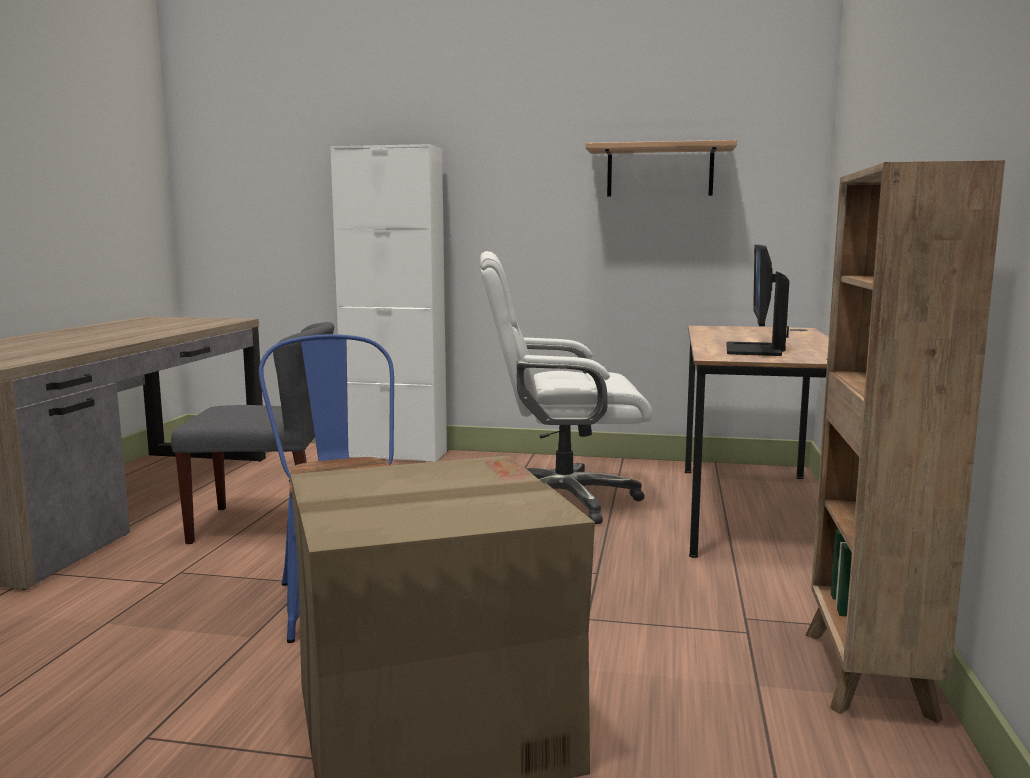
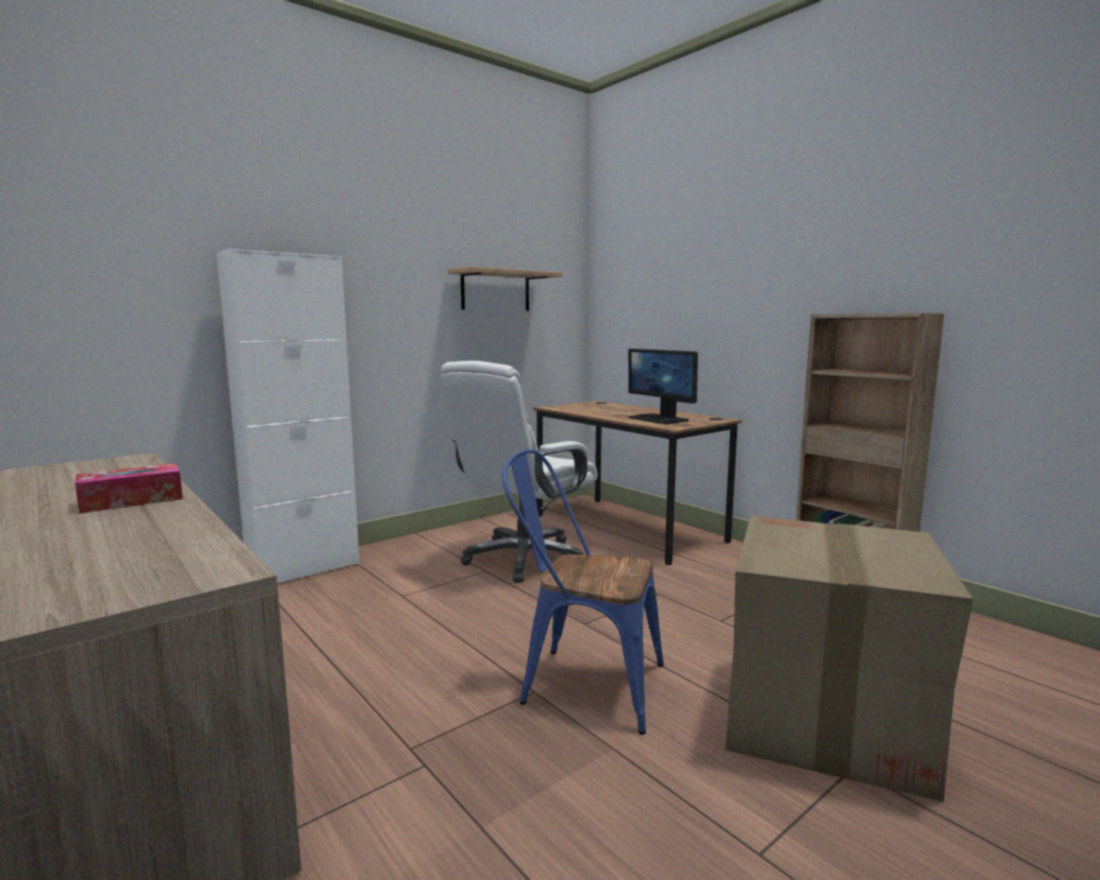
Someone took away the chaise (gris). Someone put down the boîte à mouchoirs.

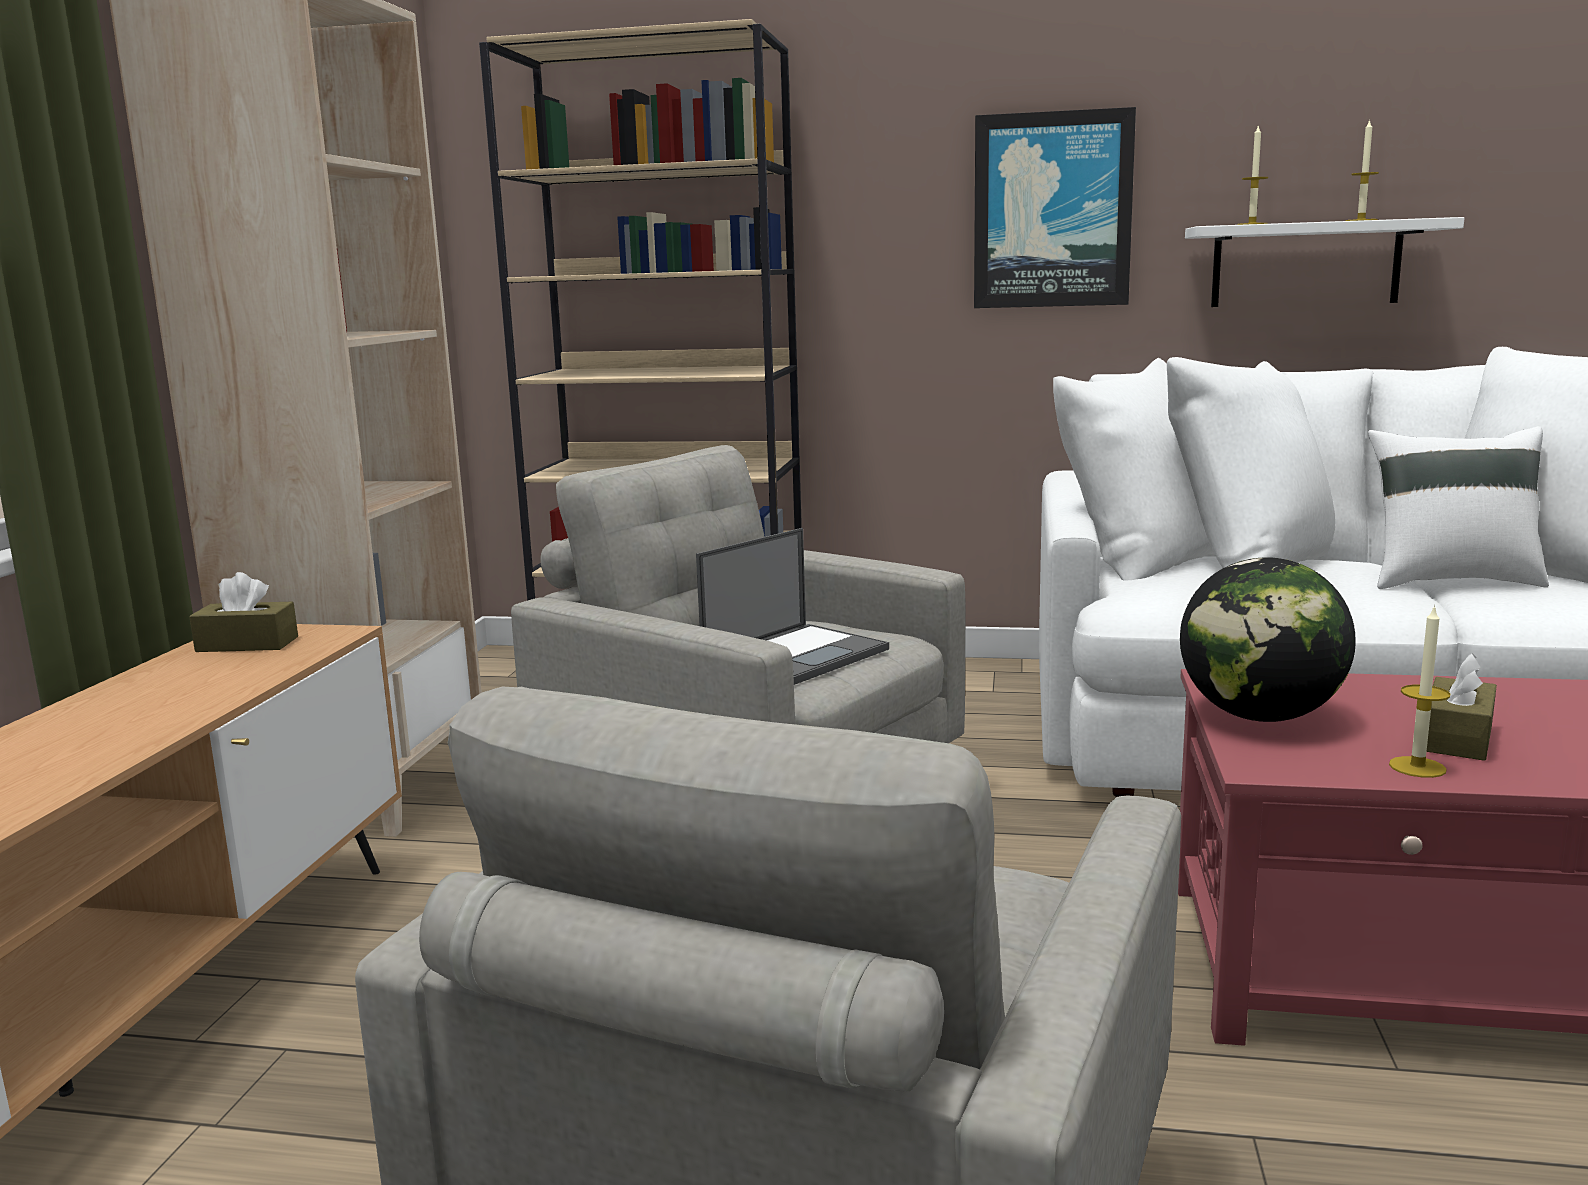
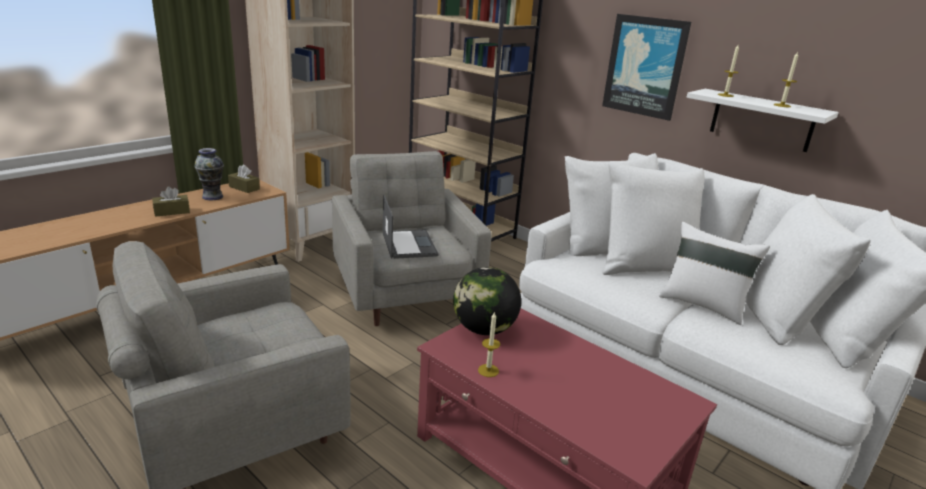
Someone rotated the ordinateur portable by 90 degrees counterclockwise. Someone carried the boîte à mouchoirs (marron) (2nd from left in the first image). Someone put down the vase.

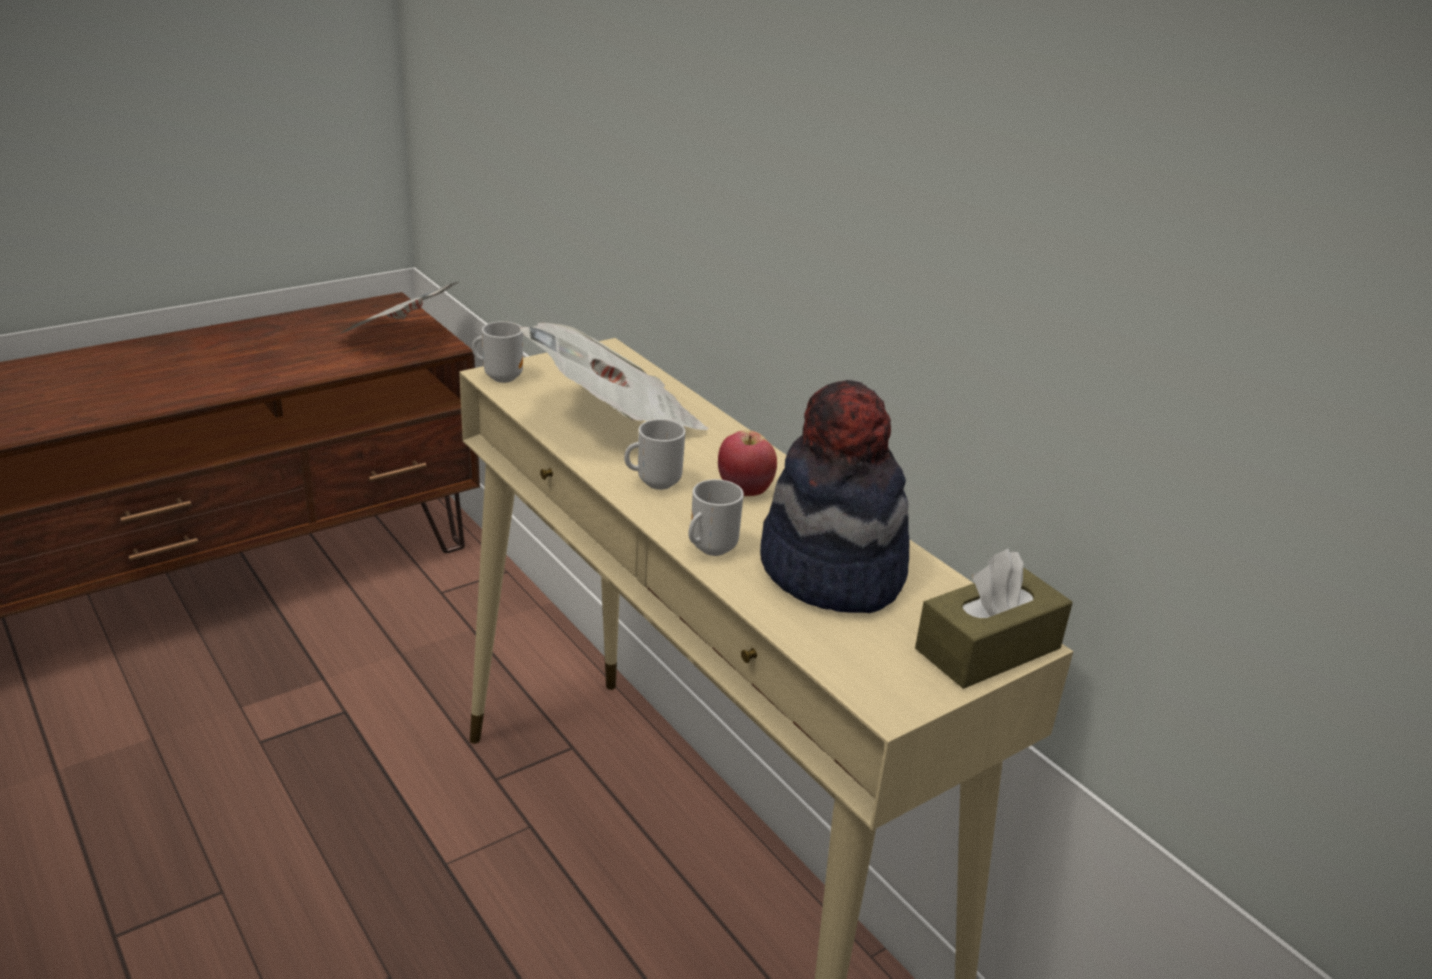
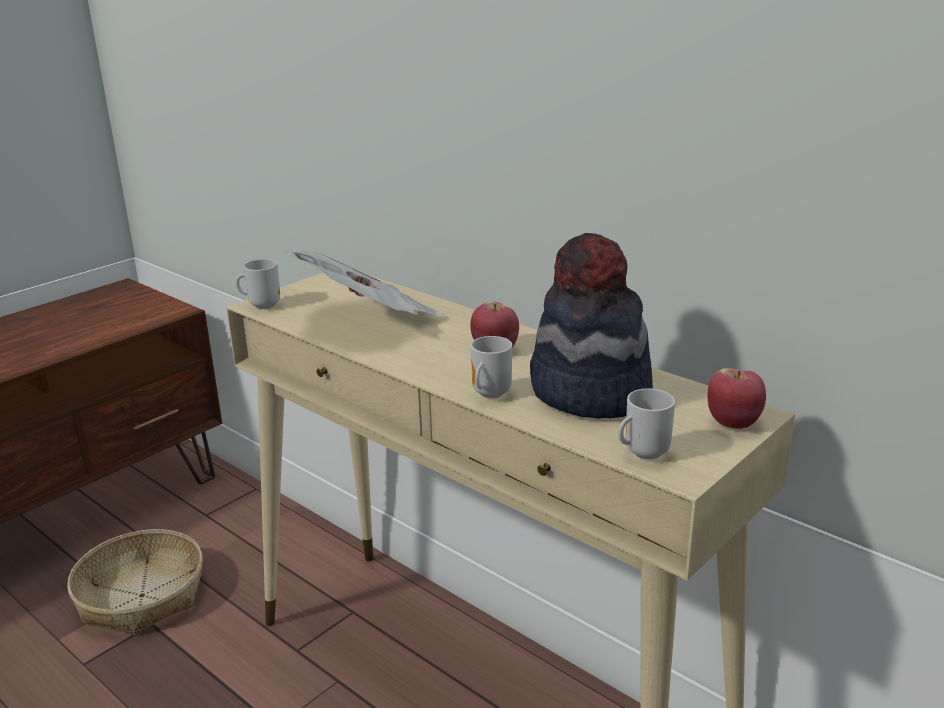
Someone took away the journal (1st from left). Someone carried the mug (2nd from left in the first image). Someone swapped the boîte à mouchoirs (marron) for the pomme (2nd from left). Someone put down the panier.

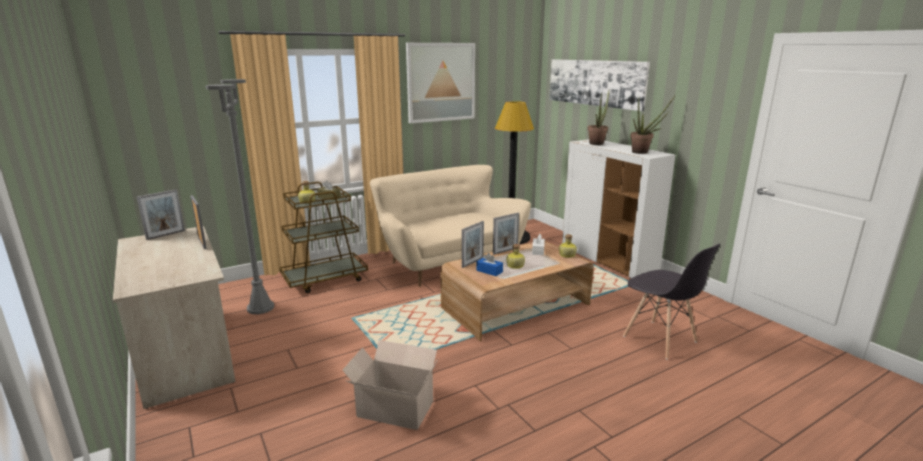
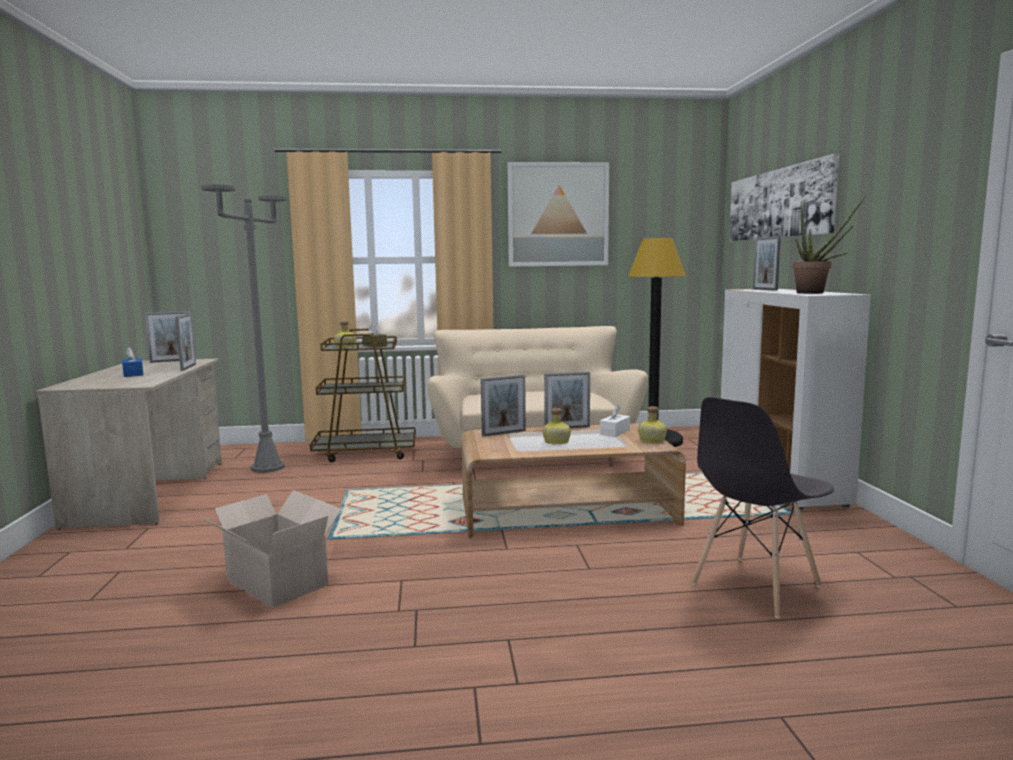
Someone swapped the plante en pot (1st from left) for the cadre photo (5th from left). Someone rotated the chaise (gris) by 60 degrees clockwise. Someone carried the boîte à mouchoirs (bleu).

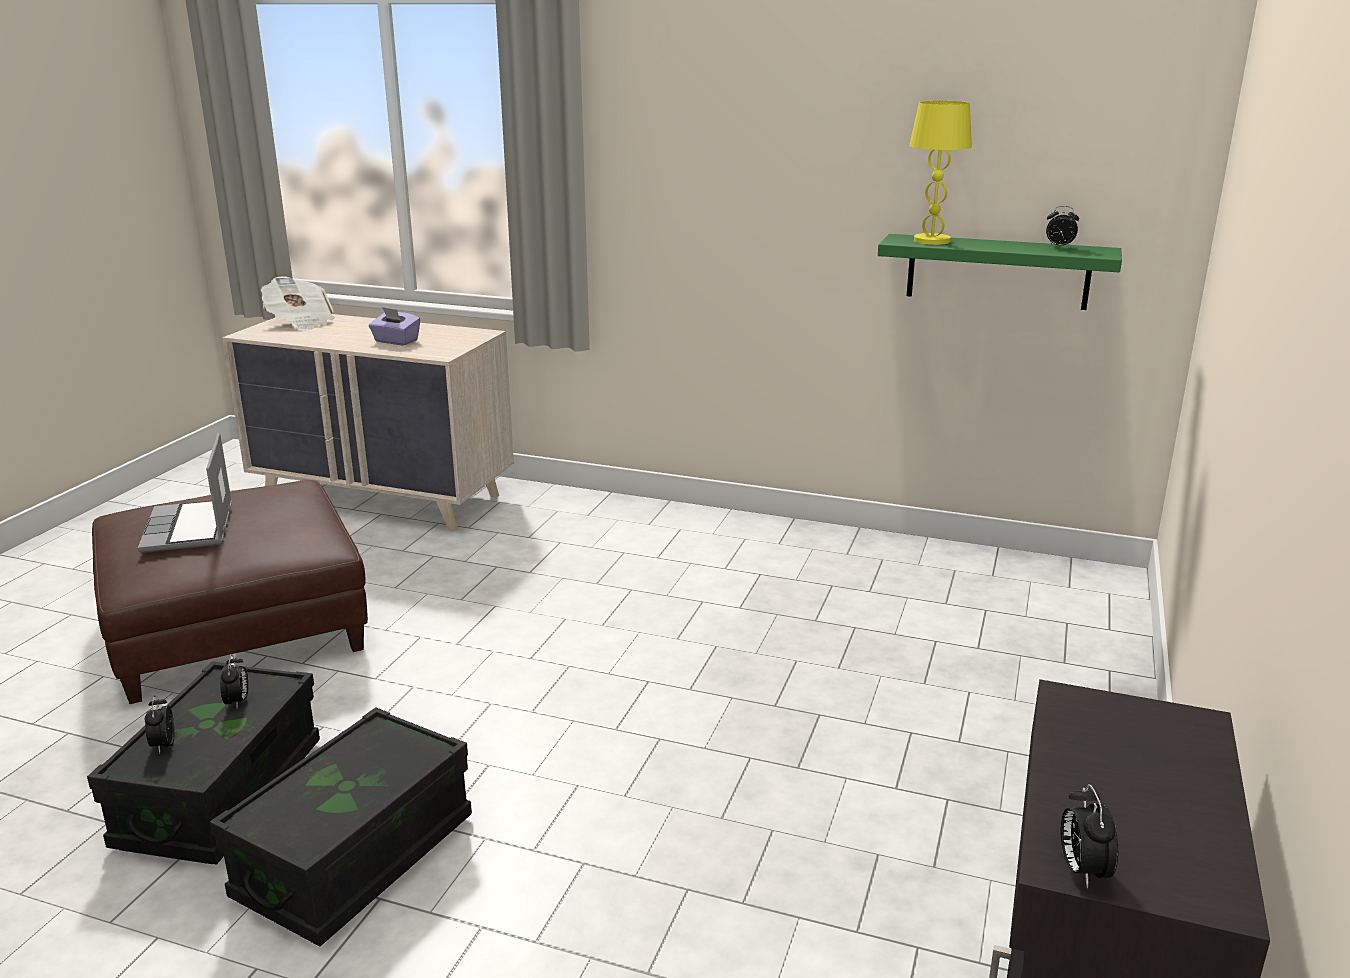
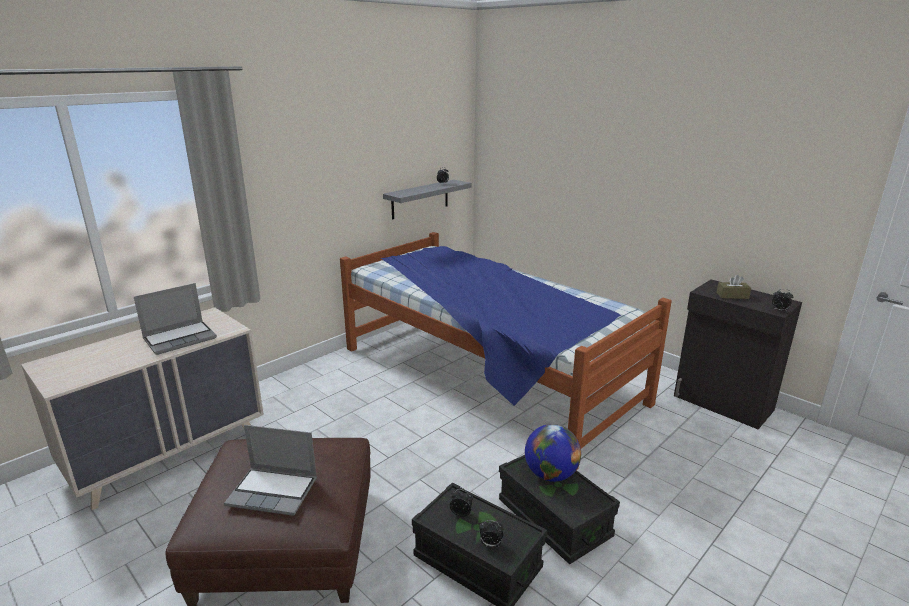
Someone took away the lampe de table (jaune). Someone repainted the étagère (vert), which became the étagère (gris). Someone took away the journal. Someone swapped the boîte à mouchoirs (violet) for the ordinateur portable (1st from left). Someone put down the lit. Someone put down the boîte à mouchoirs (marron). Someone put down the globe.

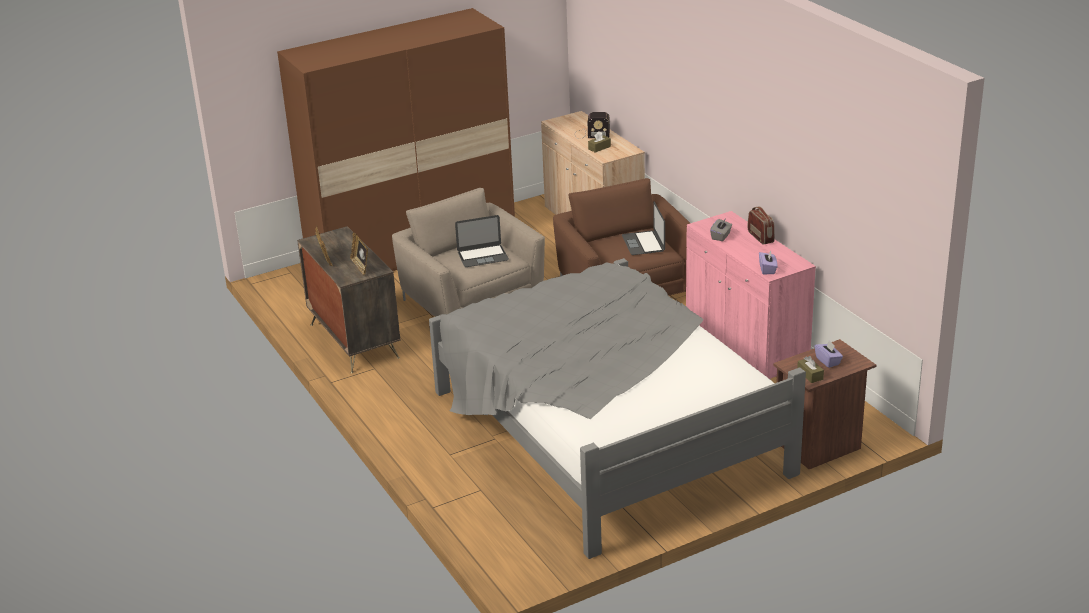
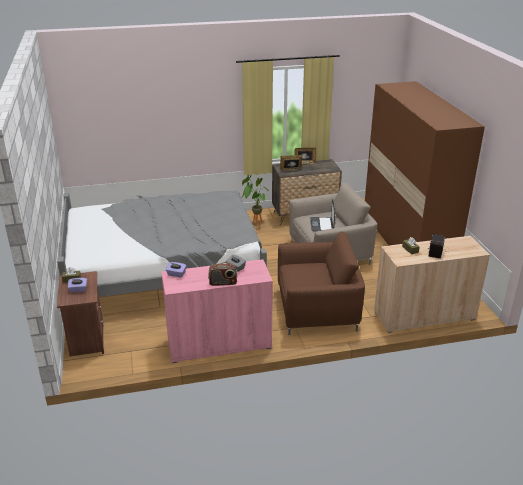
Someone took away the ordinateur portable (2nd from left). Someone put down the plante en pot.

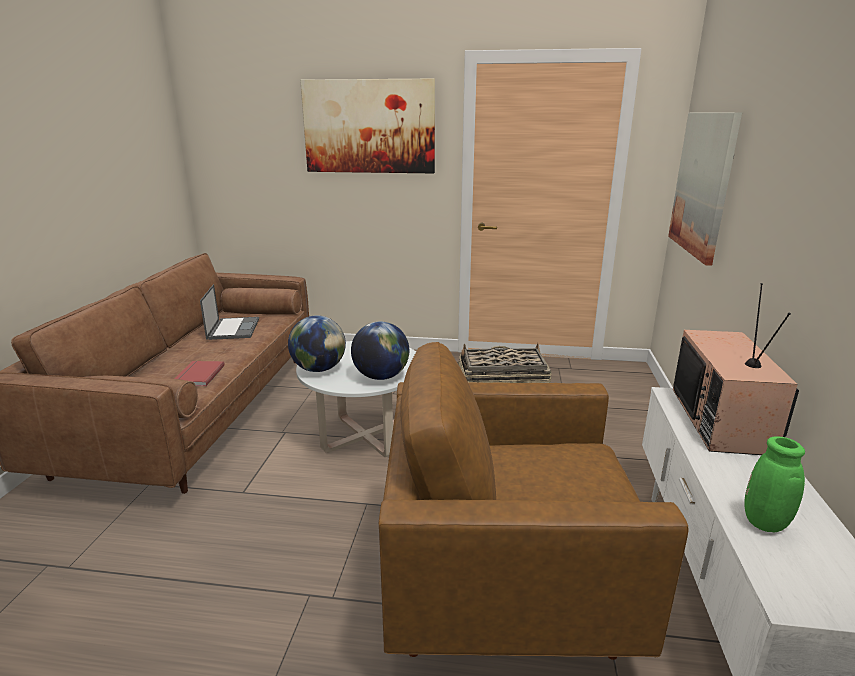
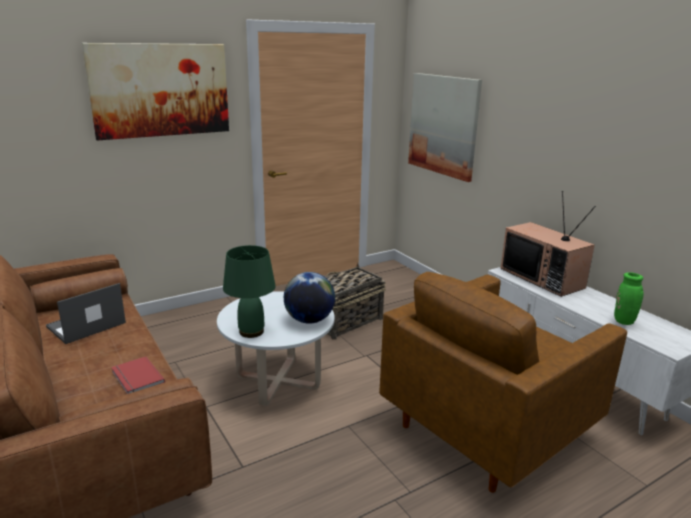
Someone rotated the ordinateur portable by 90 degrees counterclockwise. Someone swapped the globe (1st from left) for the lampe de table (vert).

